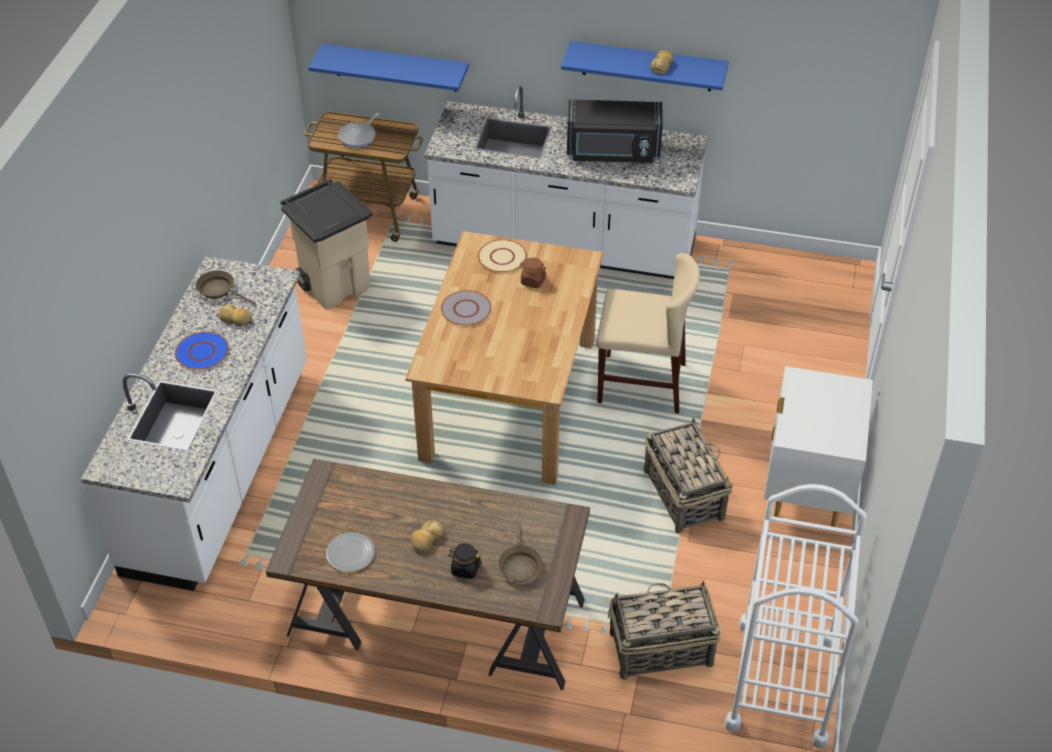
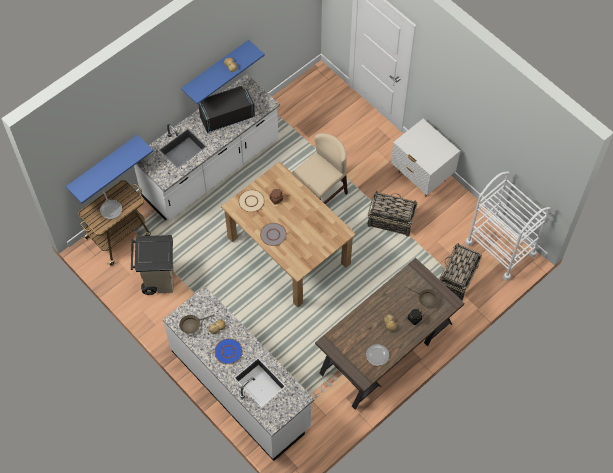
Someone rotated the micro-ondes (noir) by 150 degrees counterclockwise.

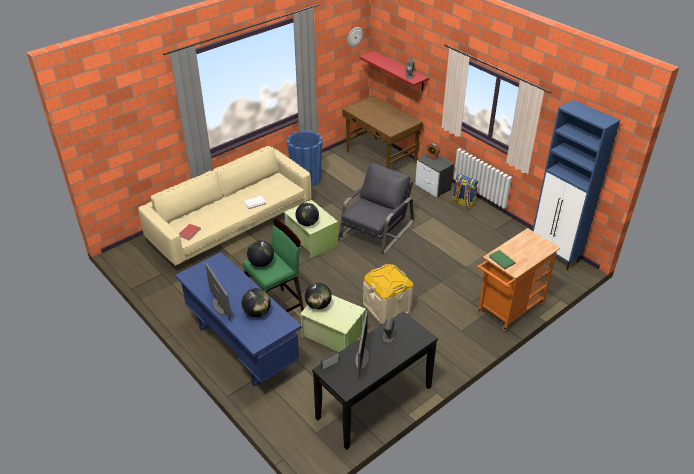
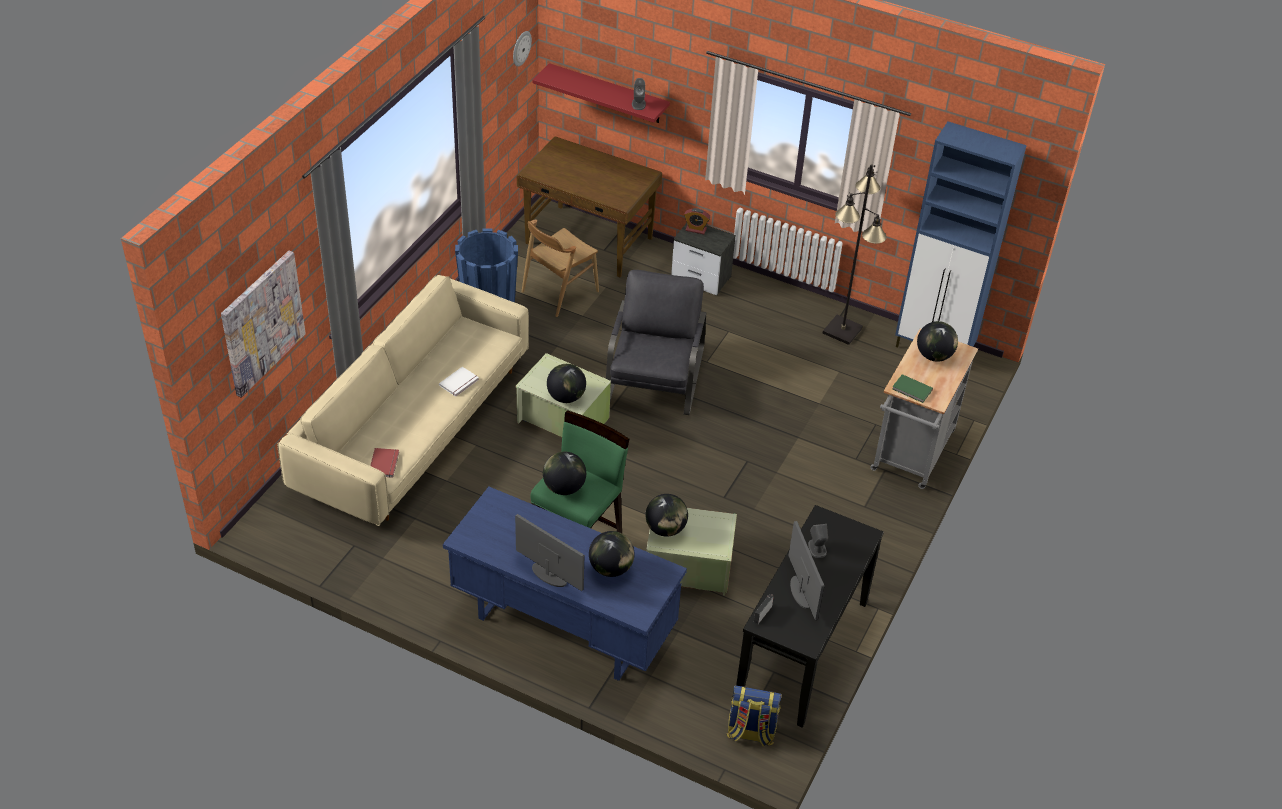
Someone carried the sac à dos. Someone repainted the chariot (orange), which became the chariot (gris). Someone took away the boîte de rangement (beige). Someone put down the lampadaire (noir). Someone put down the chaise (marron). Someone put up the tableau. Someone put down the globe (5th from left).

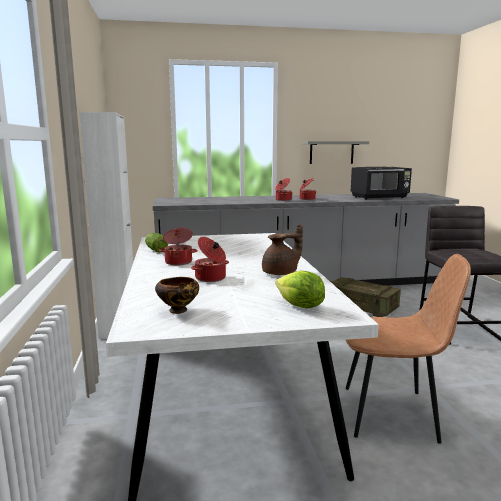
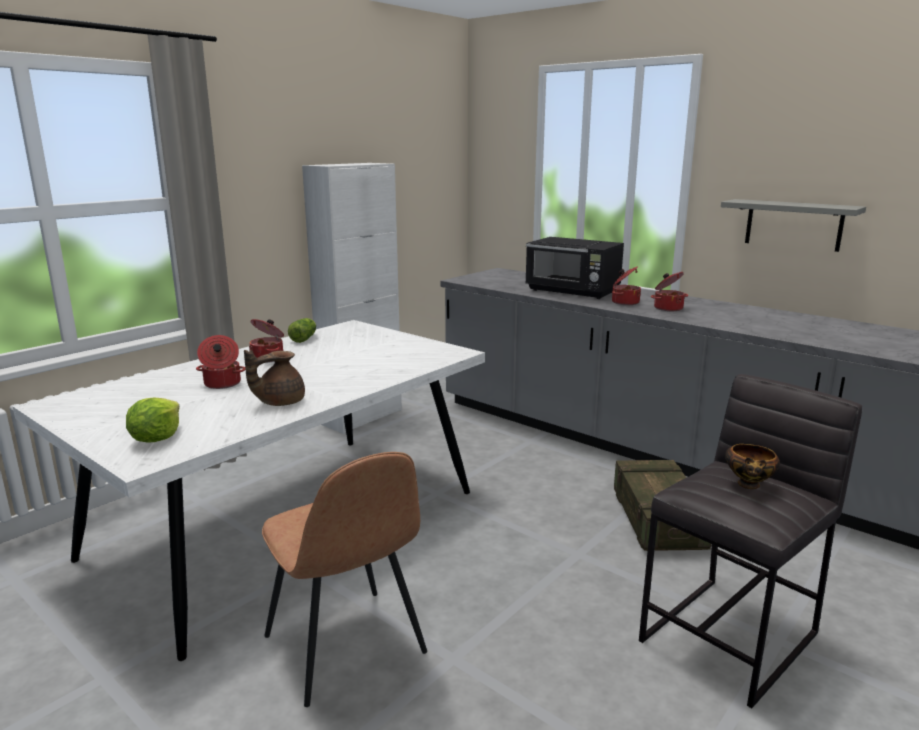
Someone carried the micro-ondes (noir). Someone rotated the théière (marron) by 120 degrees clockwise. Someone carried the bol.

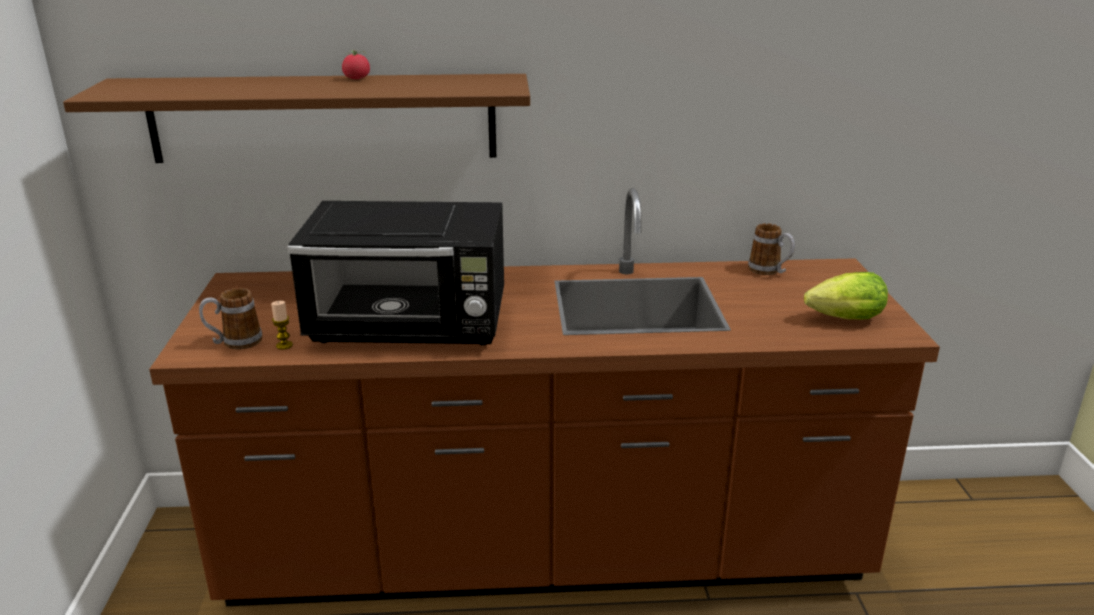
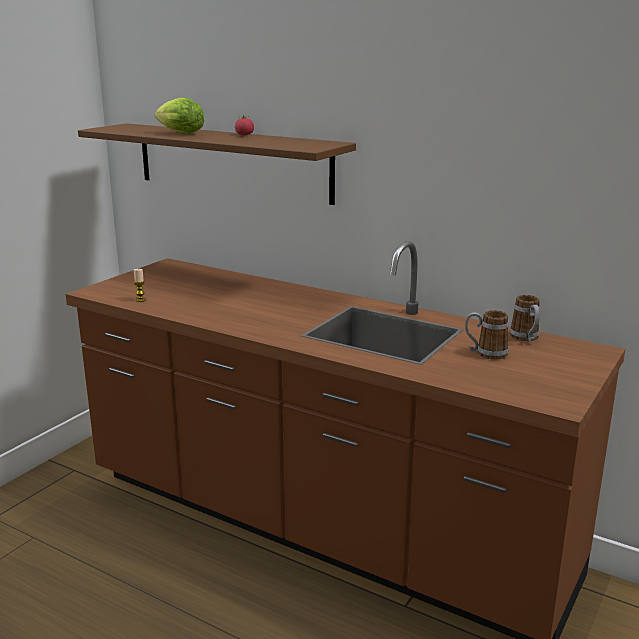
Someone took away the micro-ondes (noir). Someone carried the laitue. Someone carried the mug (1st from left).

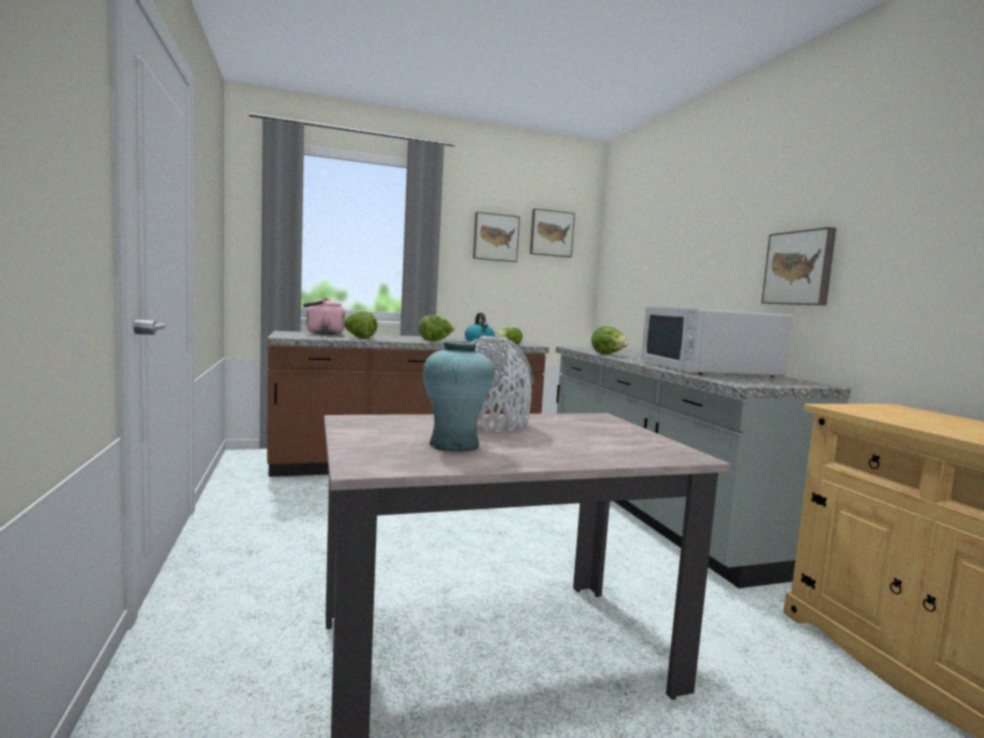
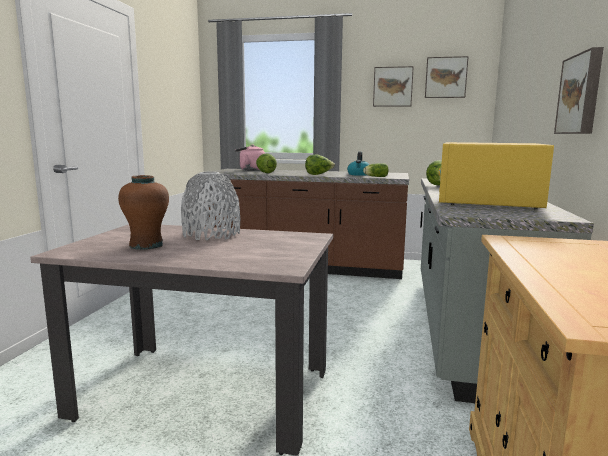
Someone repainted the micro-ondes (blanc), which became the micro-ondes (jaune). Someone repainted the vase (turquoise), which became the vase (marron).

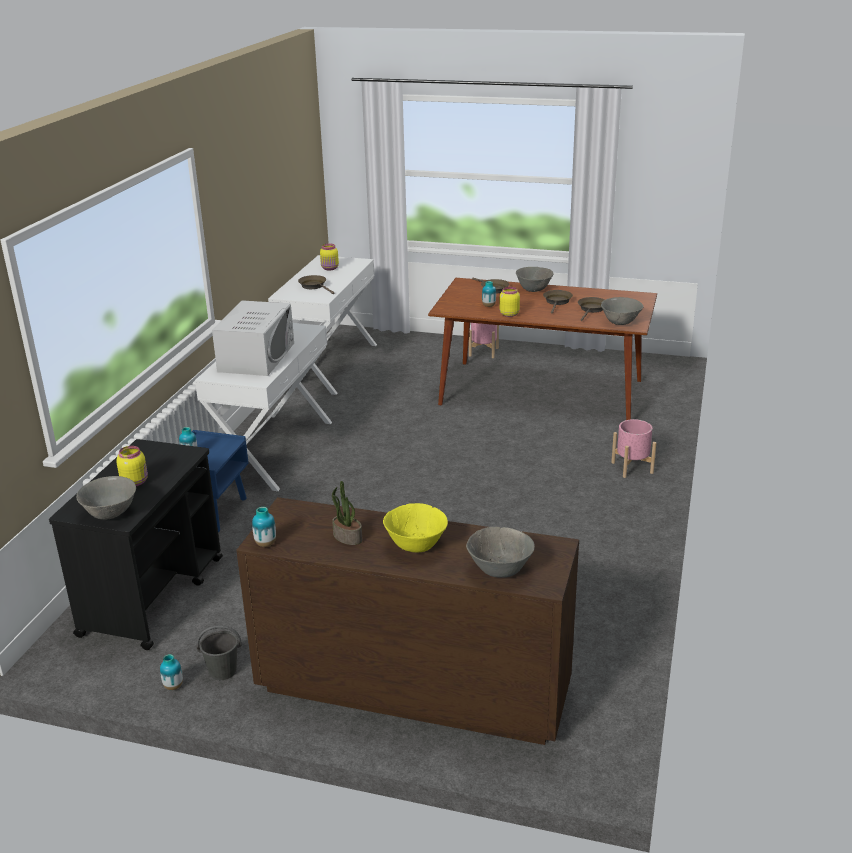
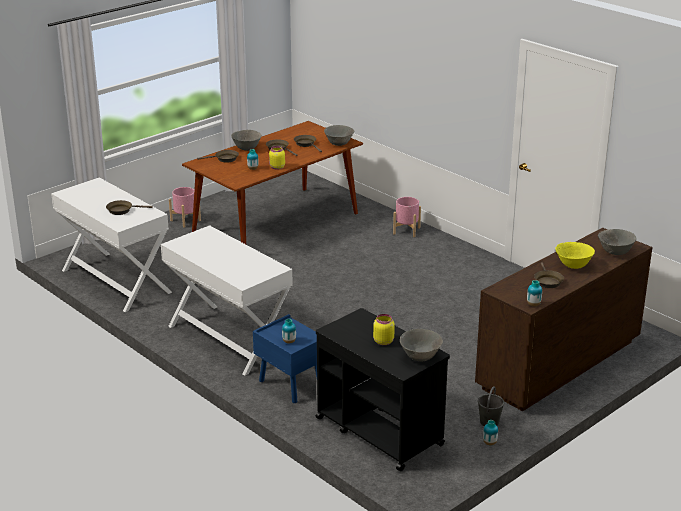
Someone took away the bocal (jaune) (2nd from left). Someone took away the micro-ondes (blanc). Someone swapped the plante en pot for the poêle (marron) (5th from left).

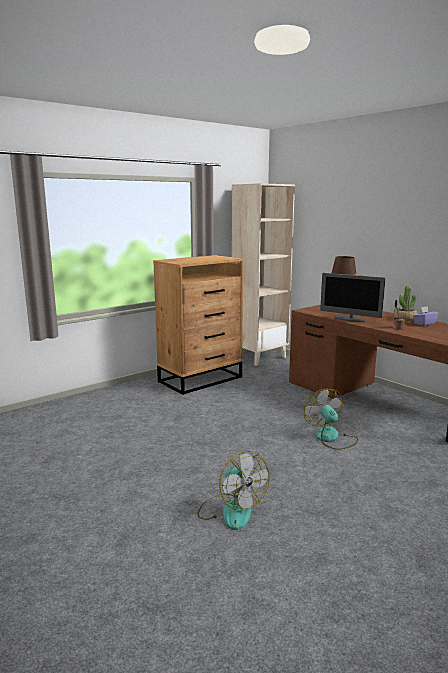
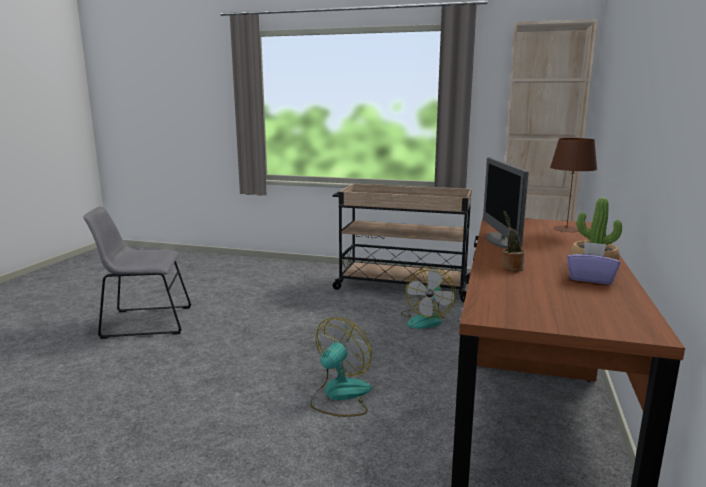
Someone swapped the commode (marron) for the chariot (beige). Someone carried the ventilateur (1st from left in the first image). Someone put down the chaise (gris).

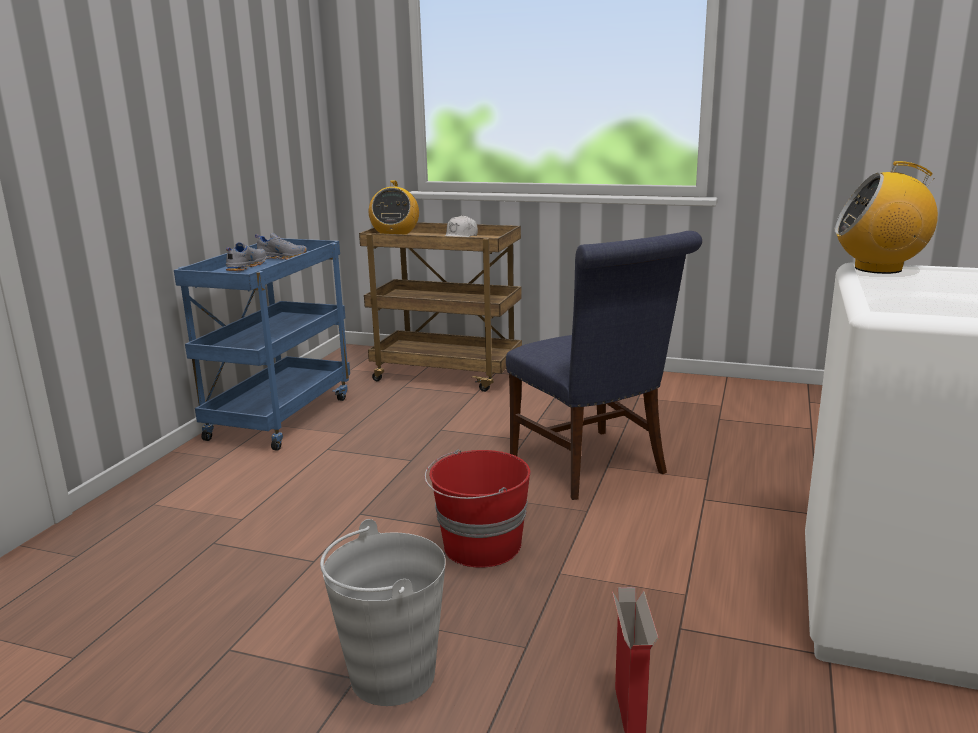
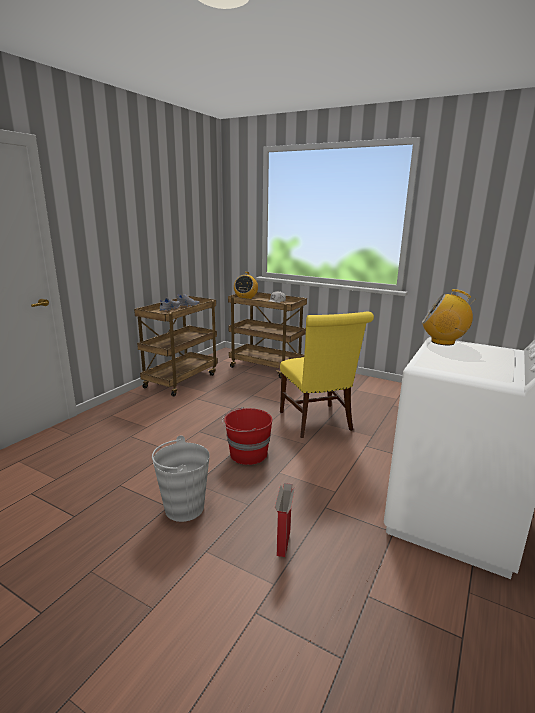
Someone repainted the chaise (bleu), which became the chaise (jaune). Someone repainted the chariot (bleu), which became the chariot (marron) (1st from left).

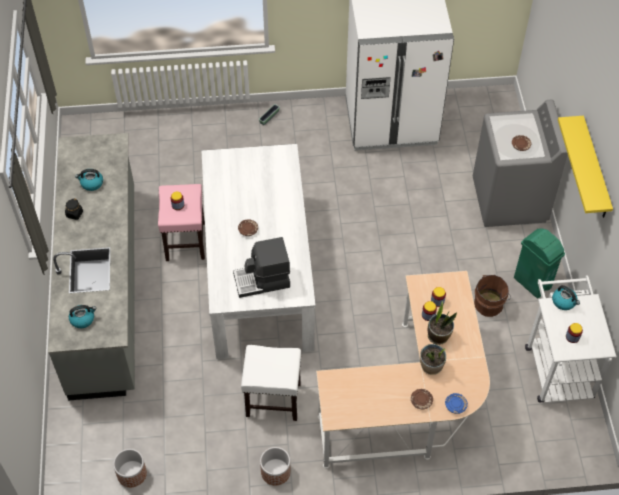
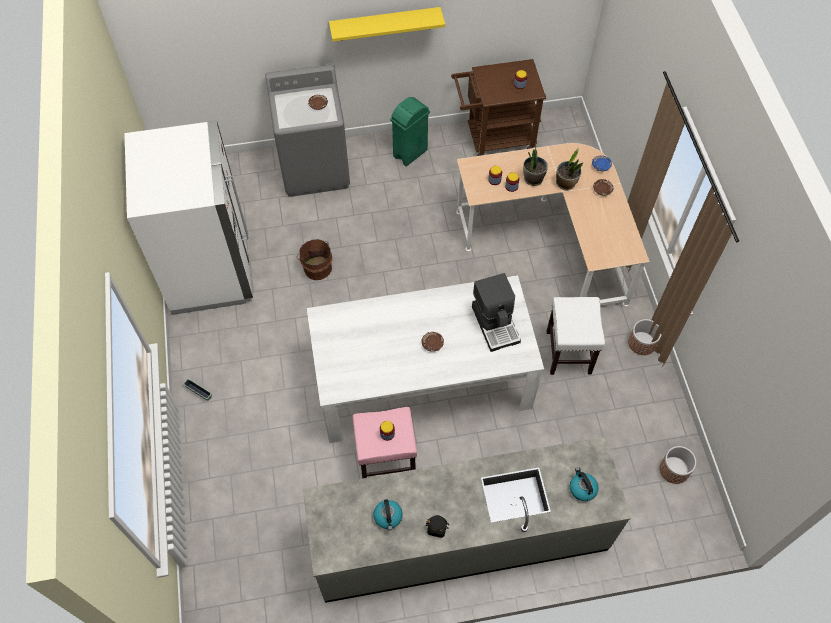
Someone carried the seau (marron). Someone repainted the chariot (blanc), which became the chariot (marron). Someone took away the bouilloire (3rd from left).

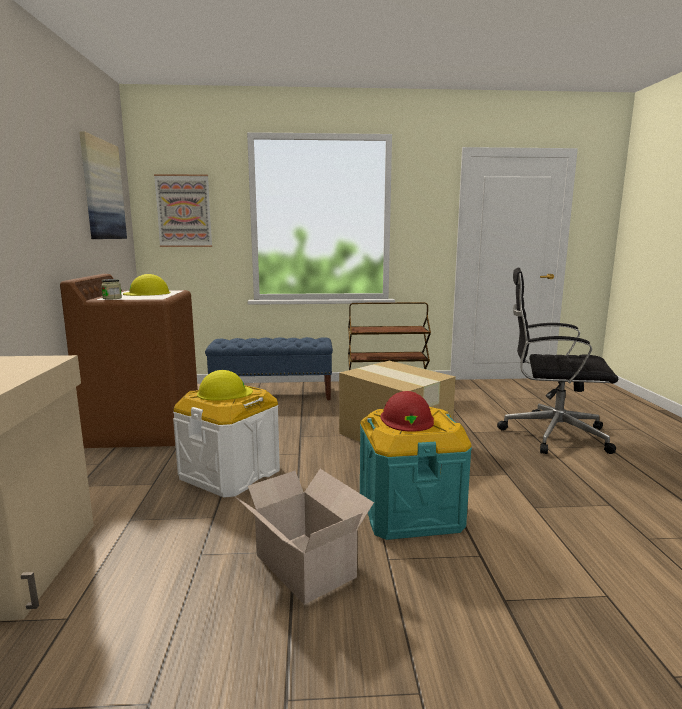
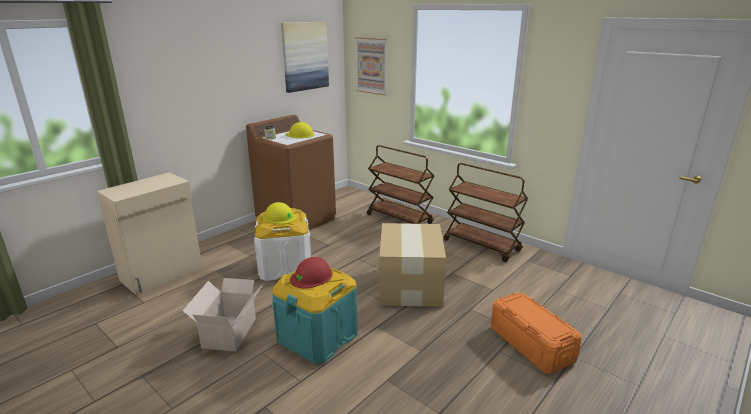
Someone swapped the chaise de bureau (noir) for the boîte de rangement (orange). Someone swapped the banc (bleu) for the chariot (marron) (1st from left).

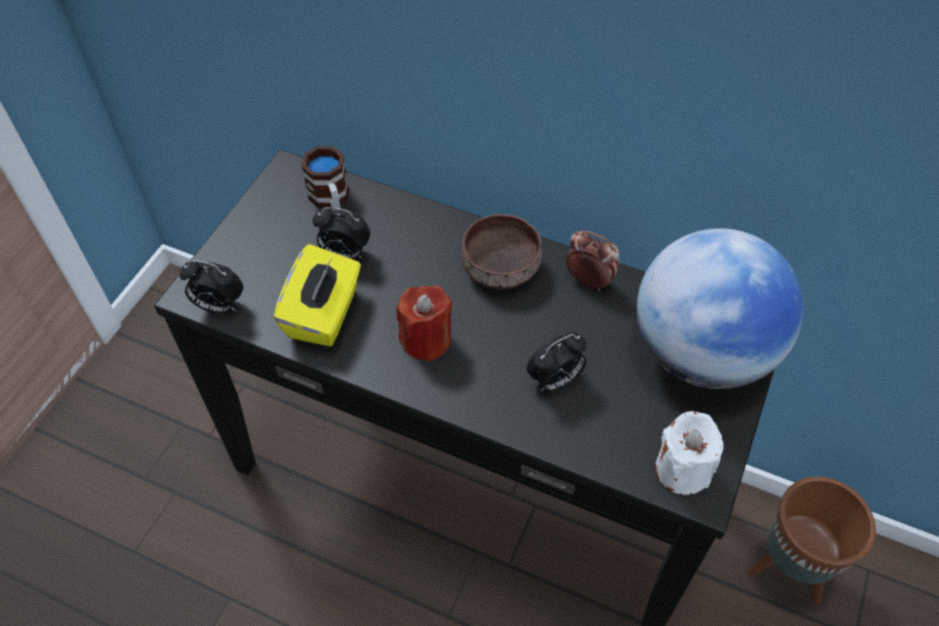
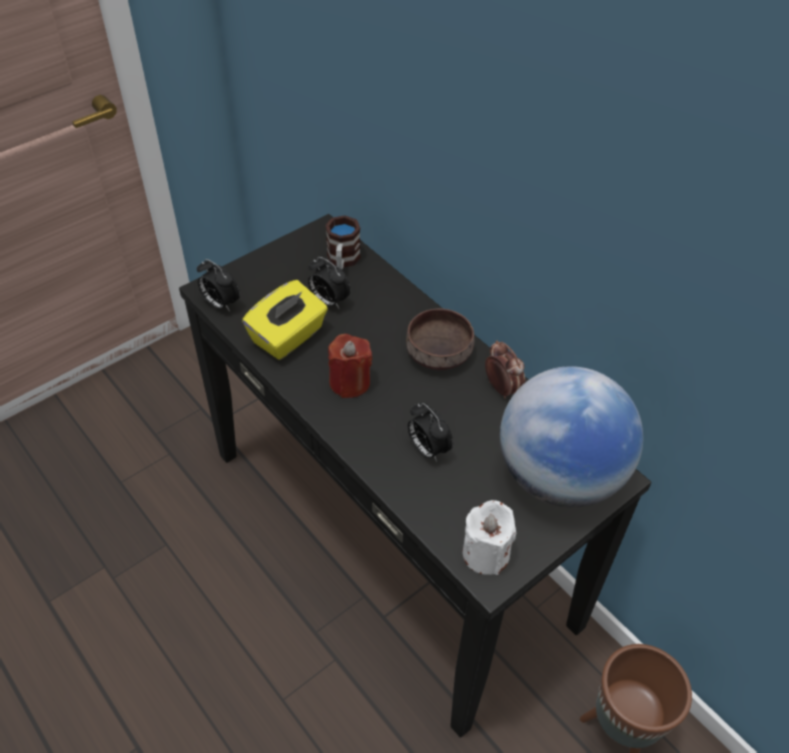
Someone rotated the réveil (3rd from left) by 60 degrees clockwise.

